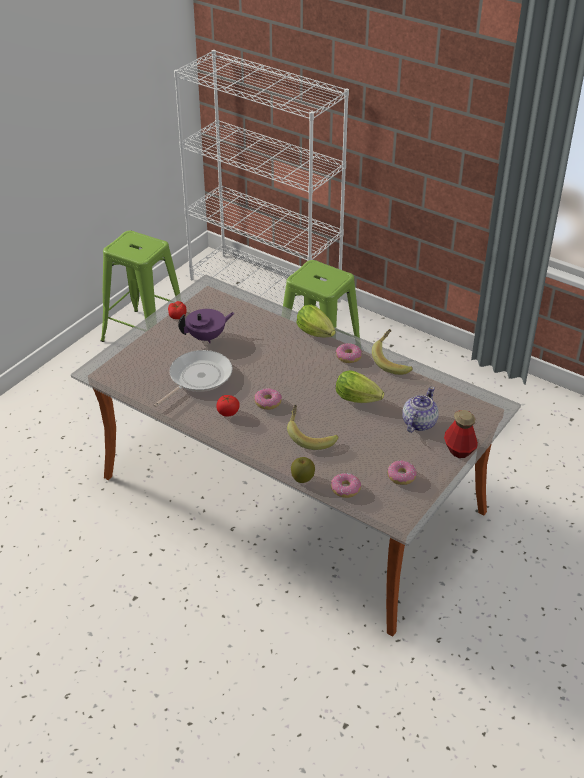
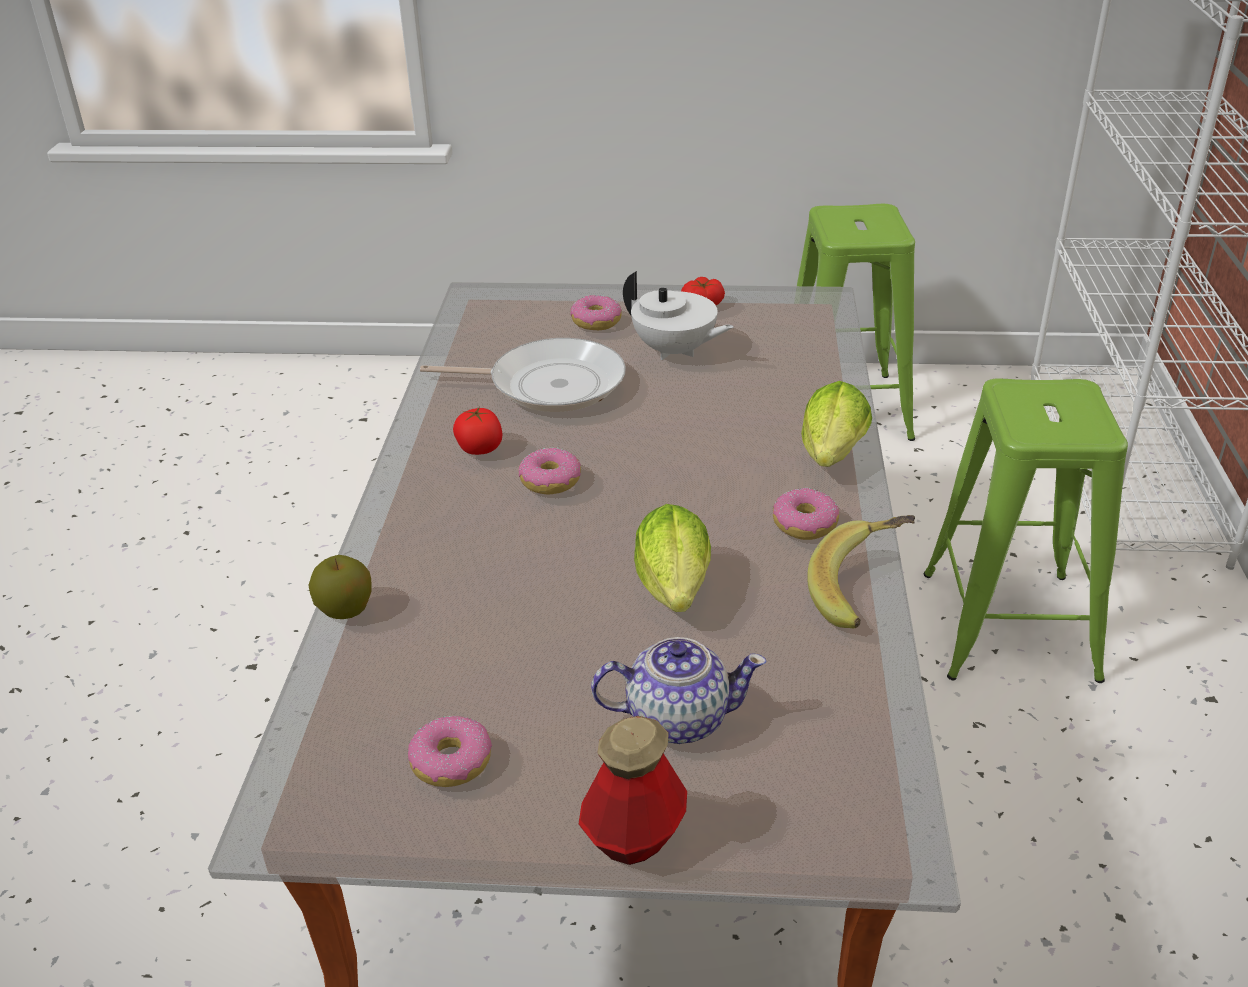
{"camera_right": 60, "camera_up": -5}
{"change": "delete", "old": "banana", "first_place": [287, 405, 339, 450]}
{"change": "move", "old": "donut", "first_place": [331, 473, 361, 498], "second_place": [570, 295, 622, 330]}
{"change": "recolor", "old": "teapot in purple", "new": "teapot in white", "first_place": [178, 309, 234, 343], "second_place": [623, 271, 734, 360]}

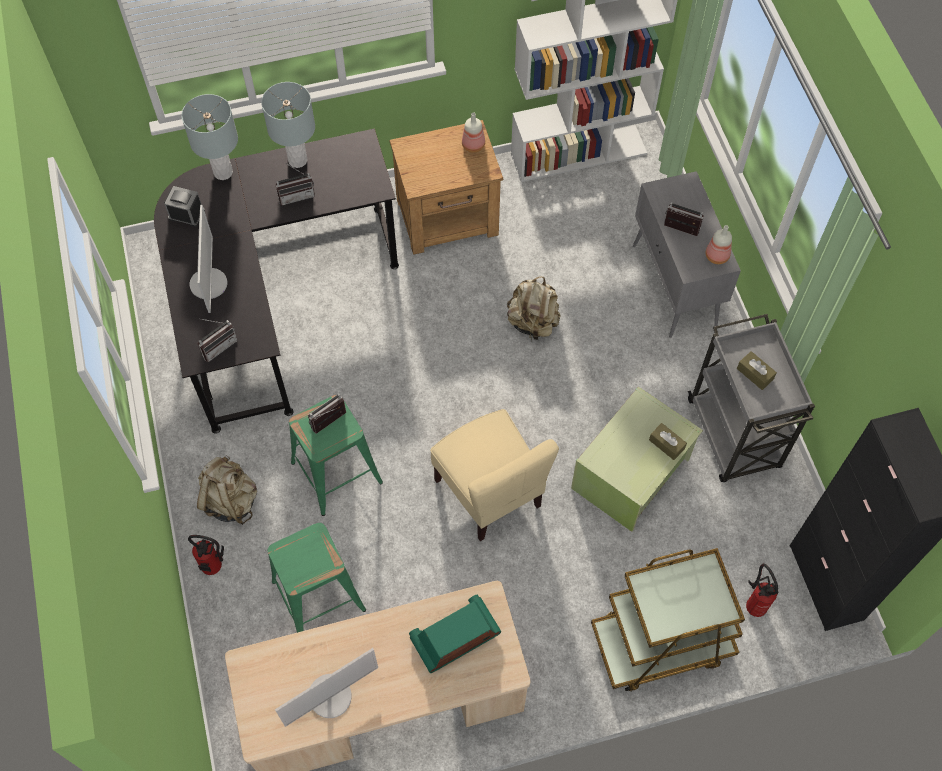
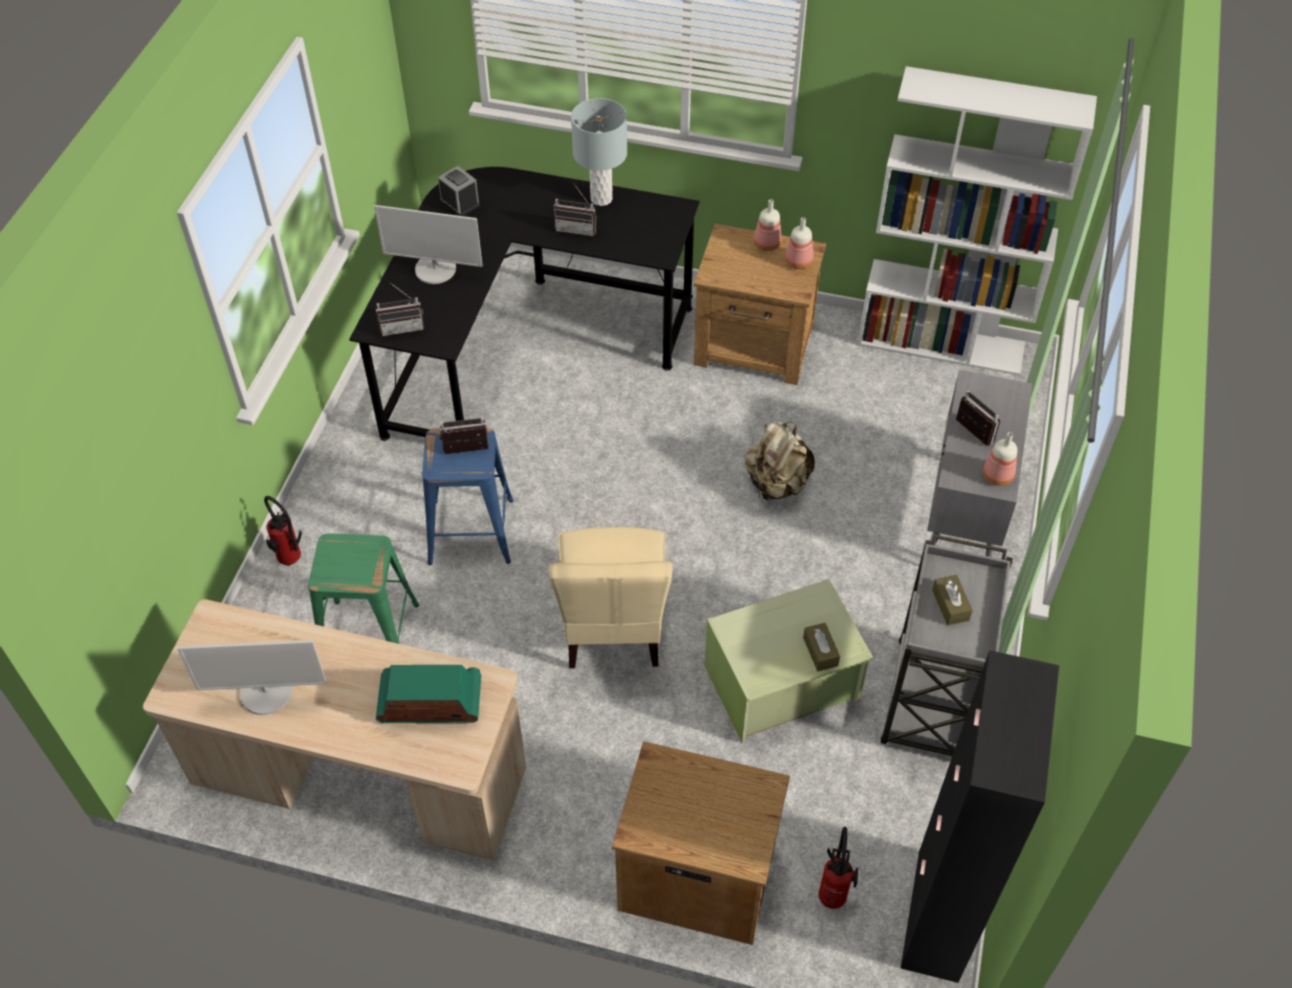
{"camera_right": 30, "camera_up": -10}
{"change": "delete", "old": "table lamp in grey", "first_place": [181, 94, 238, 180]}
{"change": "delete", "old": "backpack in beige", "first_place": [197, 455, 257, 525]}
{"change": "insert", "new": "bottle", "second_place": [754, 199, 782, 251]}
{"change": "replace", "old": "cart in brown", "new": "nightstand in brown", "first_place": [591, 548, 745, 692], "second_place": [612, 741, 790, 945]}
{"change": "recolor", "old": "stool in green", "new": "stool in blue", "first_place": [289, 395, 383, 516], "second_place": [422, 428, 513, 565]}
{"change": "rotate", "old": "monitor", "first_place": [190, 205, 227, 313], "second_place": [374, 205, 483, 284], "degrees": 75}

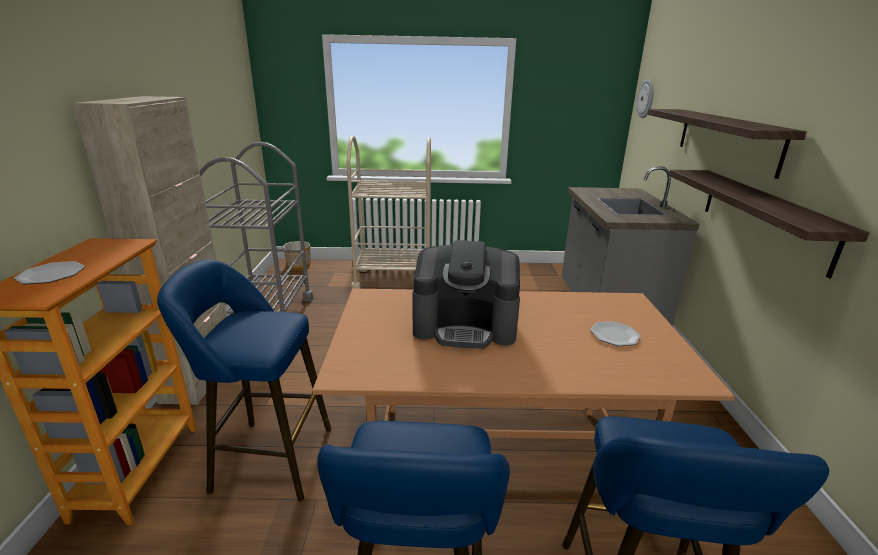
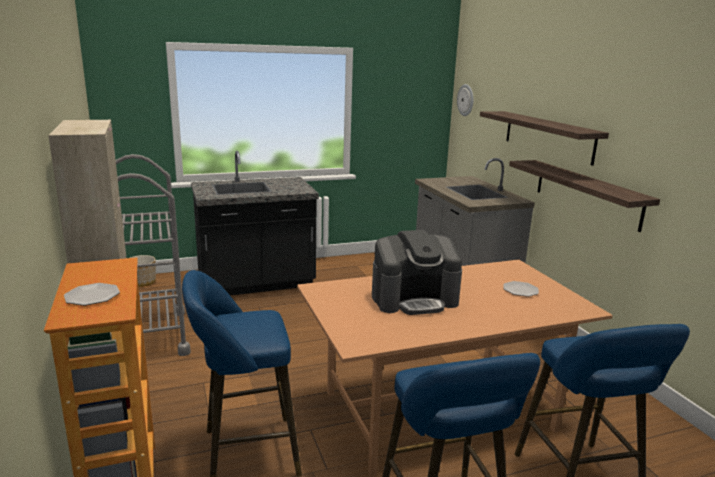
{"camera_right": -20, "camera_up": -5}
{"change": "replace", "old": "cart in beige", "new": "counter in black", "first_place": [346, 136, 431, 291], "second_place": [191, 151, 319, 296]}

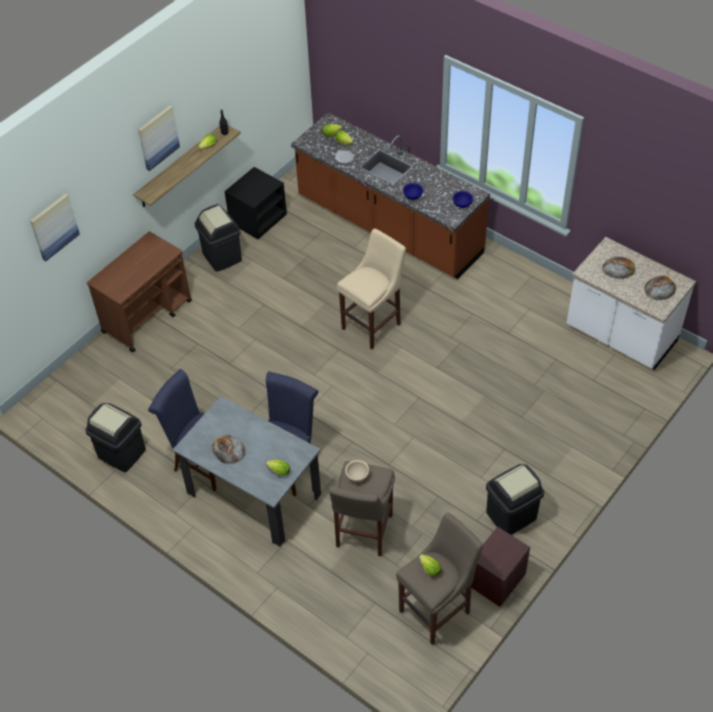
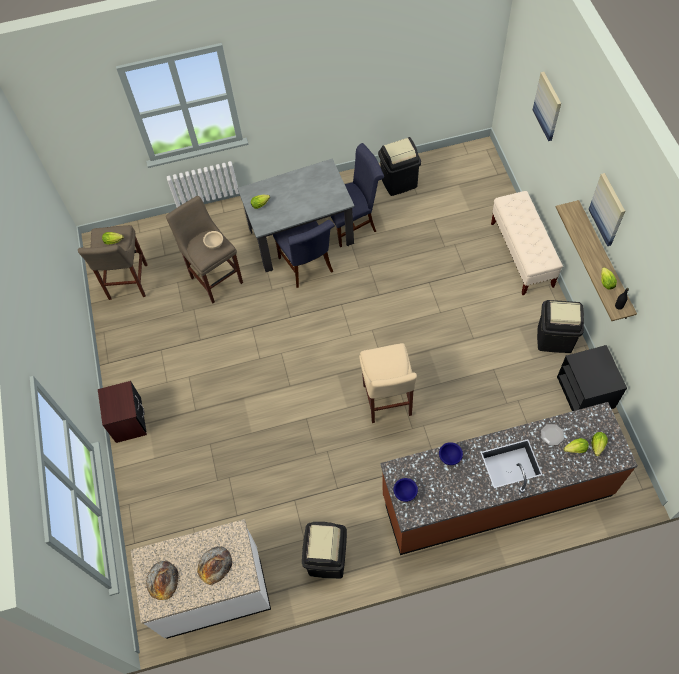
{"camera_right": 130, "camera_up": 10}
{"change": "delete", "old": "bread", "first_place": [212, 435, 245, 464]}
{"change": "move", "old": "nightstand in brown", "first_place": [471, 527, 530, 607], "second_place": [98, 381, 147, 443]}
{"change": "move", "old": "trash can in black", "first_place": [486, 464, 544, 535], "second_place": [302, 522, 347, 579]}
{"change": "replace", "old": "cart in brown", "new": "bench in beige", "first_place": [87, 231, 192, 352], "second_place": [491, 191, 563, 295]}

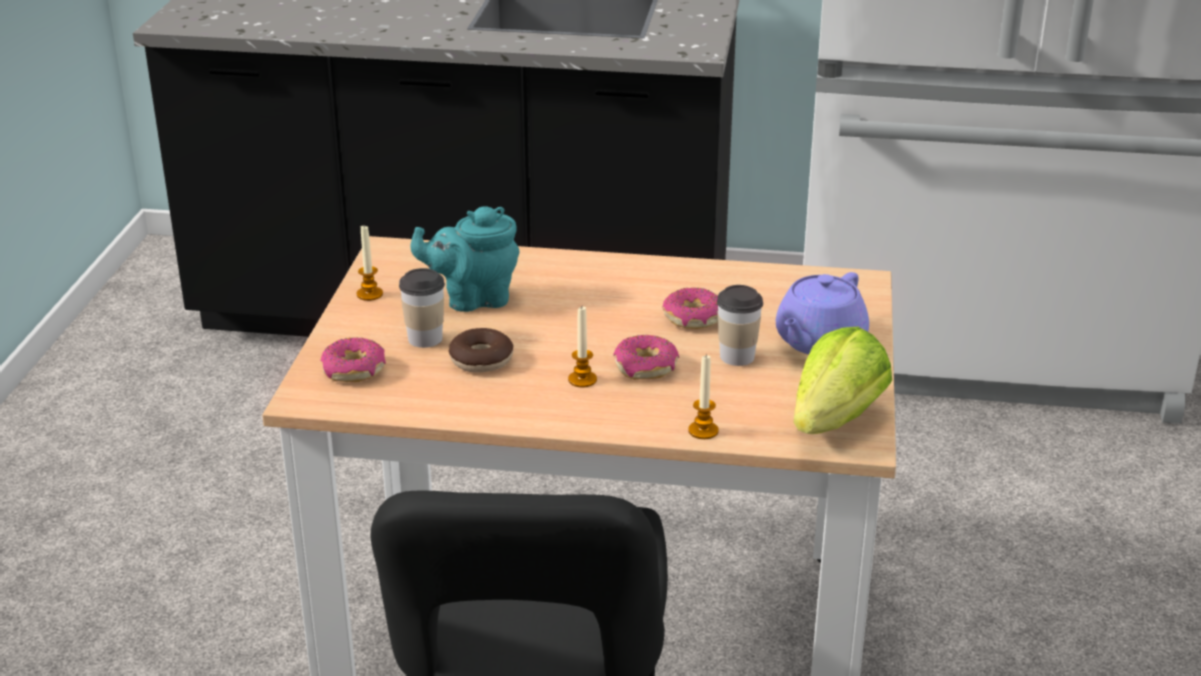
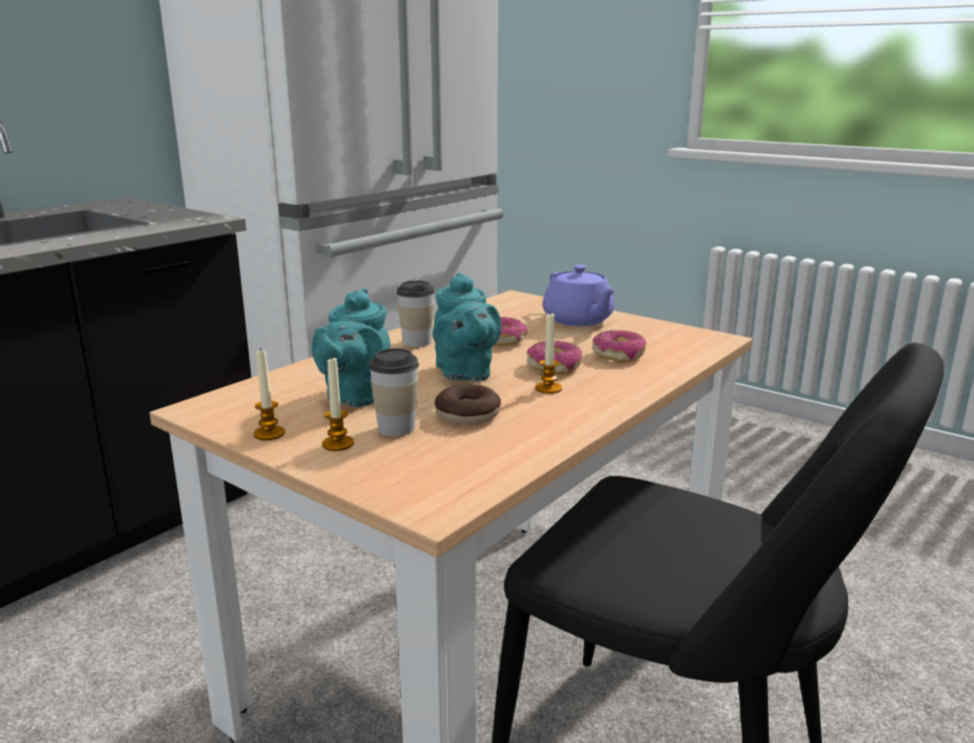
{"camera_right": -60, "camera_up": -10}
{"change": "delete", "old": "lettuce", "first_place": [793, 327, 892, 434]}
{"change": "insert", "new": "teapot in turquoise", "second_place": [432, 272, 502, 381]}
{"change": "move", "old": "donut", "first_place": [320, 337, 386, 382], "second_place": [593, 330, 647, 363]}
{"change": "move", "old": "candle", "first_place": [688, 354, 719, 439], "second_place": [322, 358, 354, 451]}
{"change": "move", "old": "cup", "first_place": [717, 285, 763, 366], "second_place": [397, 281, 435, 347]}

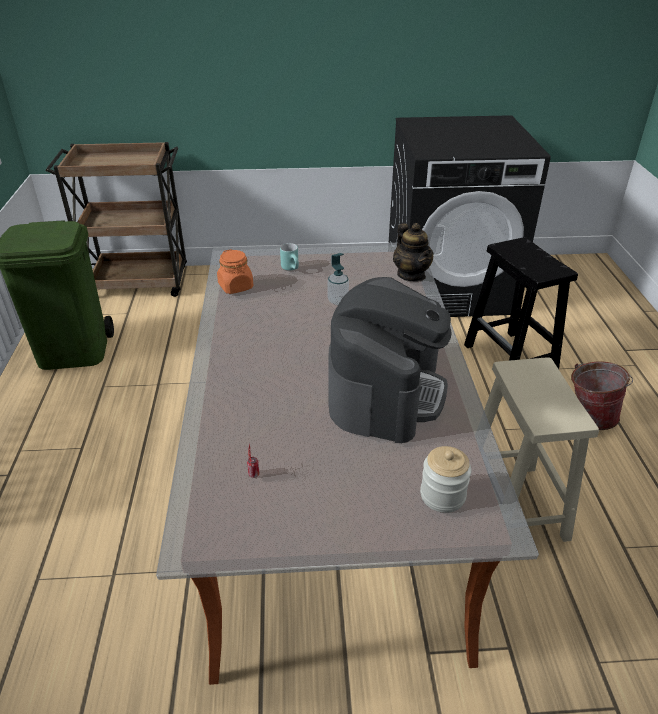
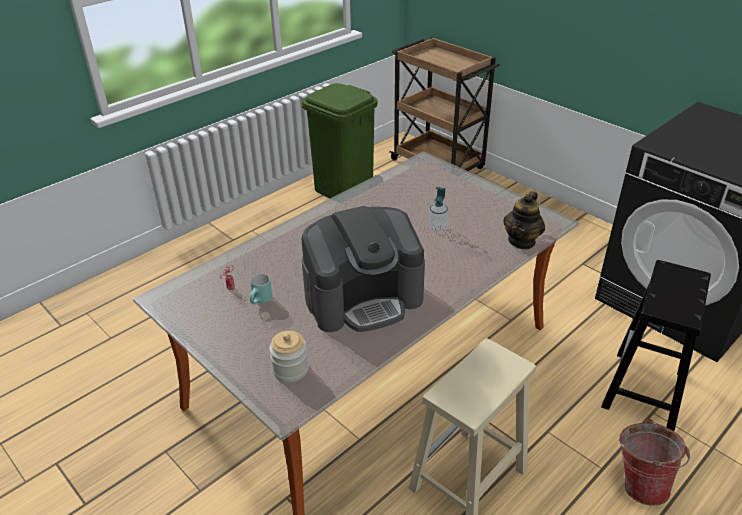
{"camera_right": 50, "camera_up": 0}
{"change": "delete", "old": "jar in orange", "first_place": [217, 249, 253, 294]}
{"change": "move", "old": "mug in turquoise", "first_place": [280, 243, 299, 271], "second_place": [250, 274, 272, 304]}

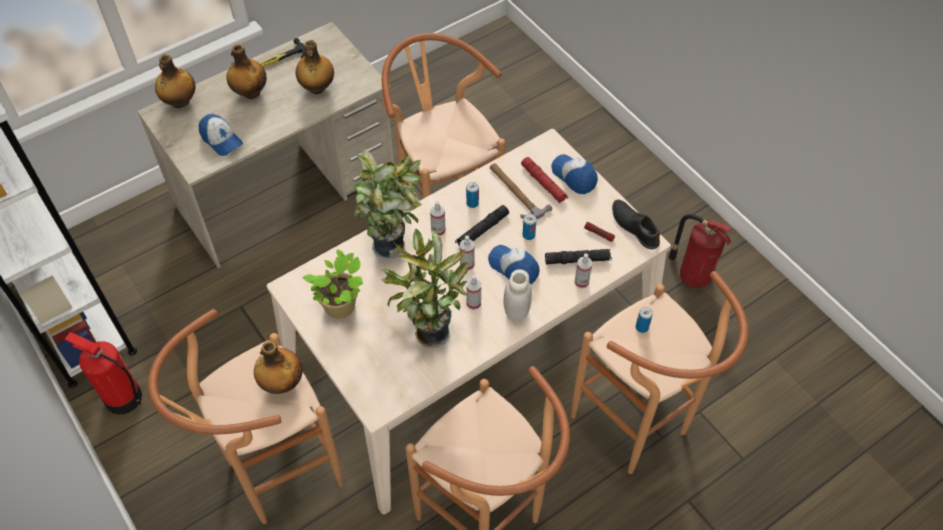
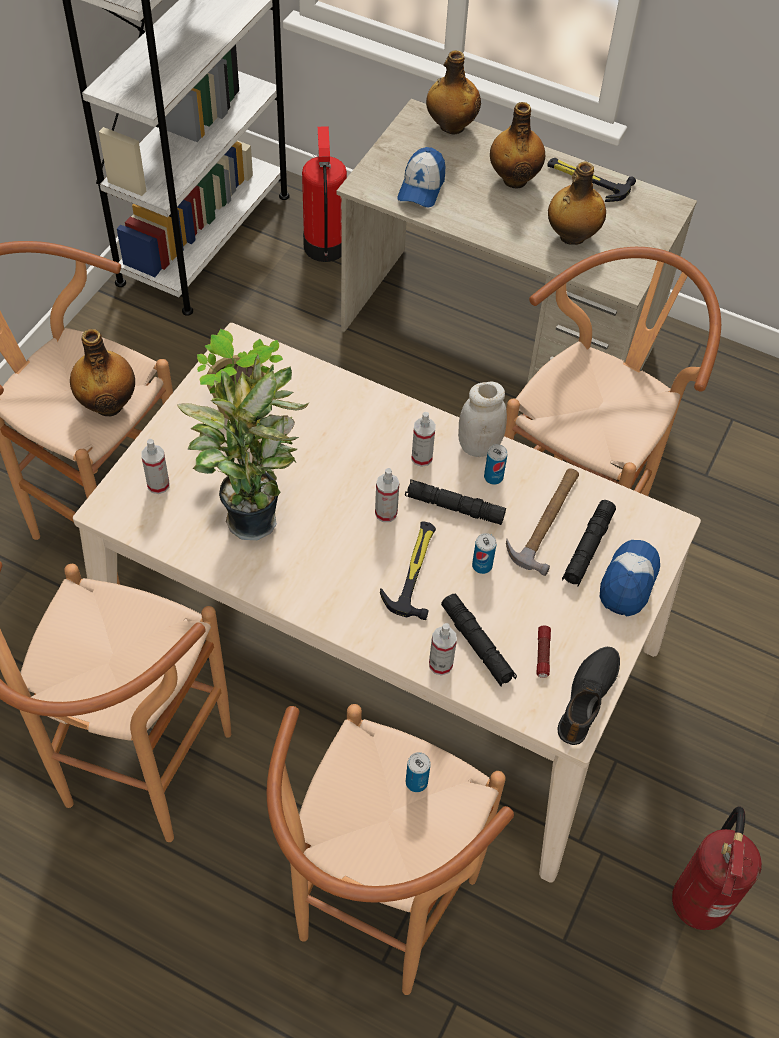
{"camera_right": 60, "camera_up": 0}
{"change": "delete", "old": "potted plant", "first_place": [353, 150, 423, 260]}
{"change": "move", "old": "fire extinguisher", "first_place": [65, 332, 142, 414], "second_place": [302, 127, 347, 262]}
{"change": "move", "old": "spray bottle", "first_place": [466, 275, 481, 310], "second_place": [141, 439, 169, 494]}
{"change": "move", "old": "jar in white", "first_place": [504, 269, 532, 321], "second_place": [458, 381, 507, 457]}
{"change": "replace", "old": "cap", "new": "hammer", "first_place": [488, 245, 539, 285], "second_place": [380, 521, 436, 620]}
{"change": "recolor", "old": "flashlight in red", "new": "flashlight in black", "first_place": [521, 157, 568, 203], "second_place": [562, 500, 616, 587]}

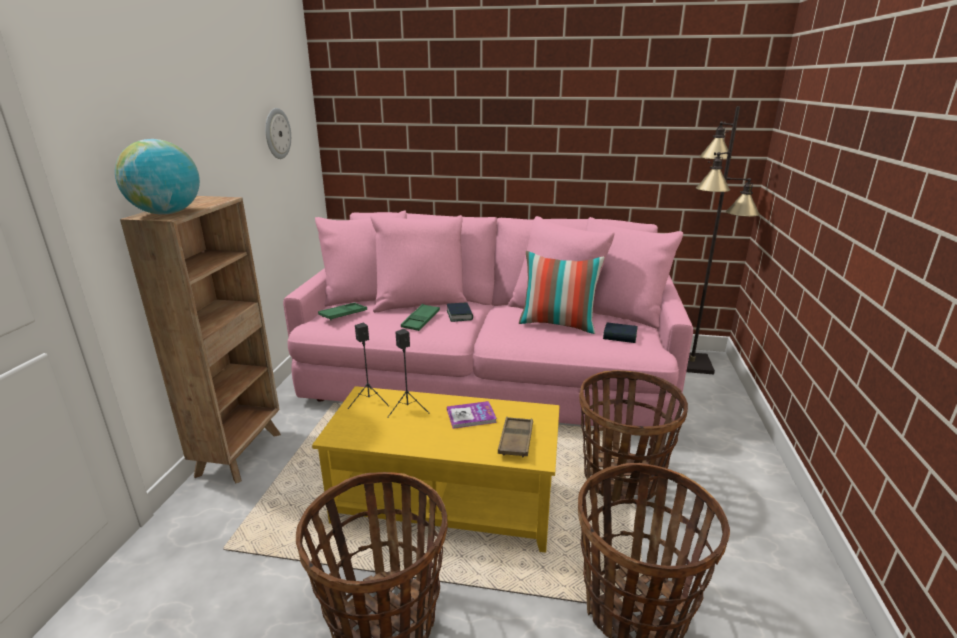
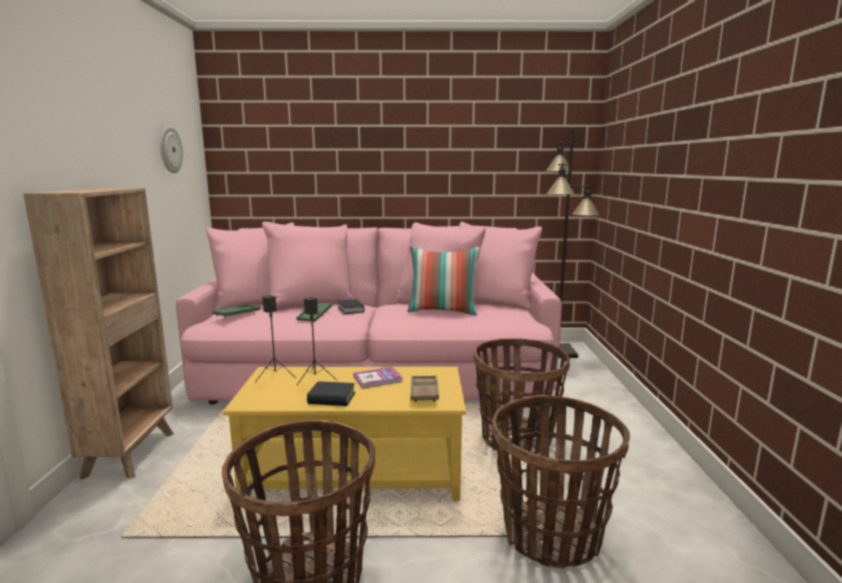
{"camera_right": -10, "camera_up": -10}
{"change": "delete", "old": "globe", "first_place": [115, 139, 200, 215]}
{"change": "move", "old": "book", "first_place": [603, 323, 637, 343], "second_place": [307, 381, 355, 406]}

